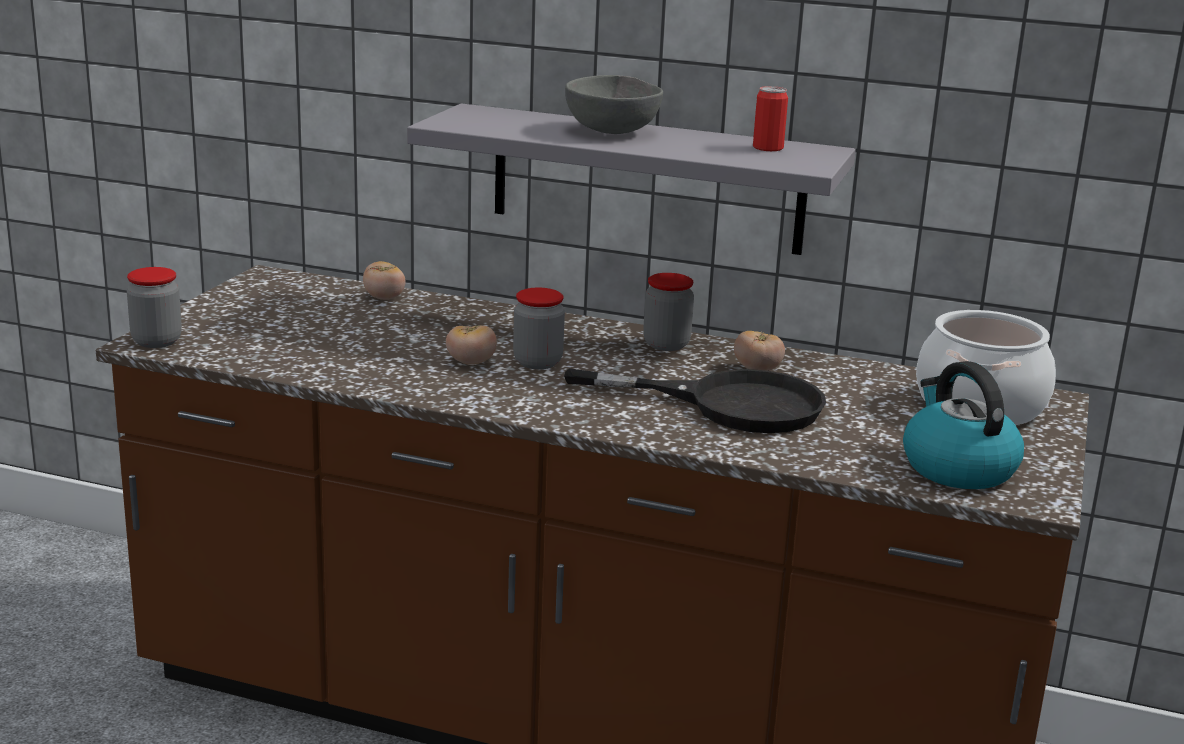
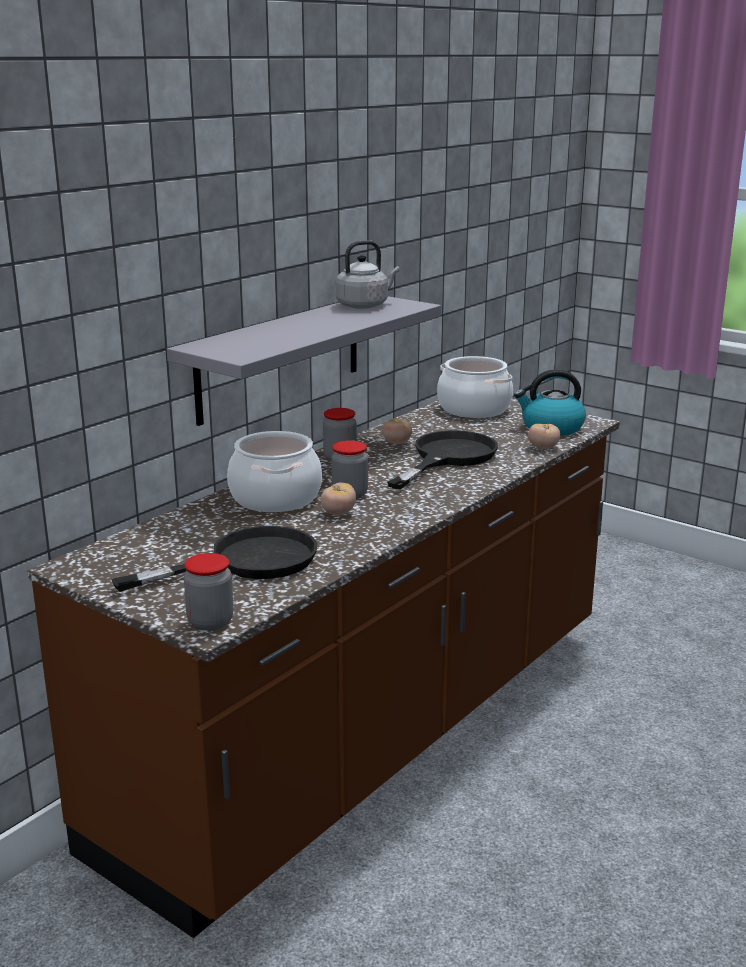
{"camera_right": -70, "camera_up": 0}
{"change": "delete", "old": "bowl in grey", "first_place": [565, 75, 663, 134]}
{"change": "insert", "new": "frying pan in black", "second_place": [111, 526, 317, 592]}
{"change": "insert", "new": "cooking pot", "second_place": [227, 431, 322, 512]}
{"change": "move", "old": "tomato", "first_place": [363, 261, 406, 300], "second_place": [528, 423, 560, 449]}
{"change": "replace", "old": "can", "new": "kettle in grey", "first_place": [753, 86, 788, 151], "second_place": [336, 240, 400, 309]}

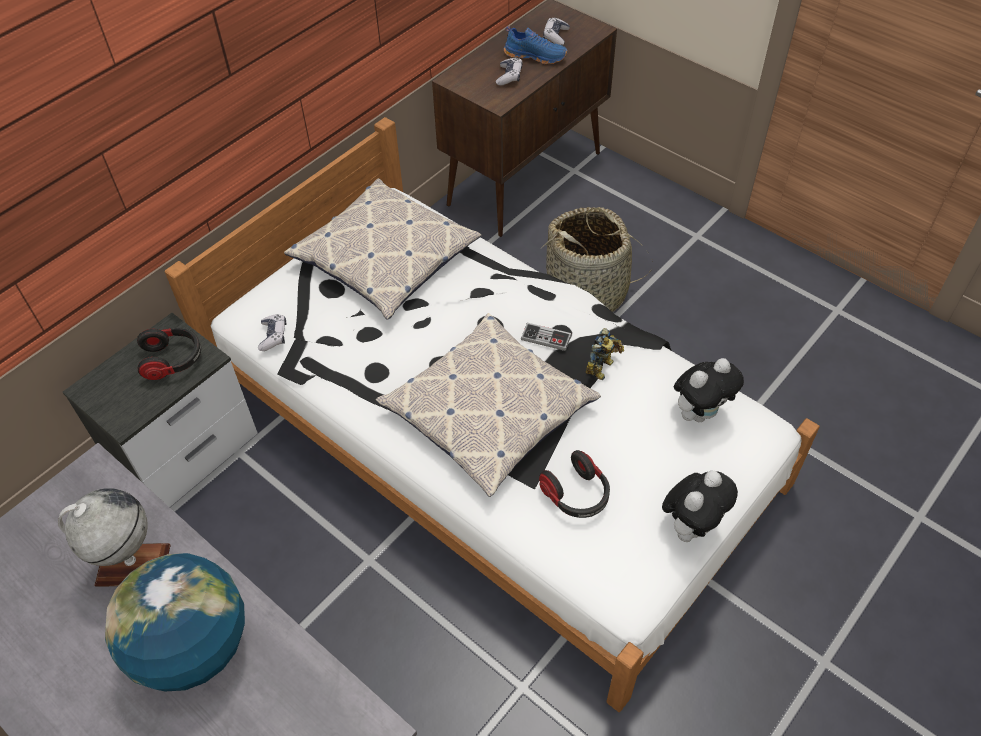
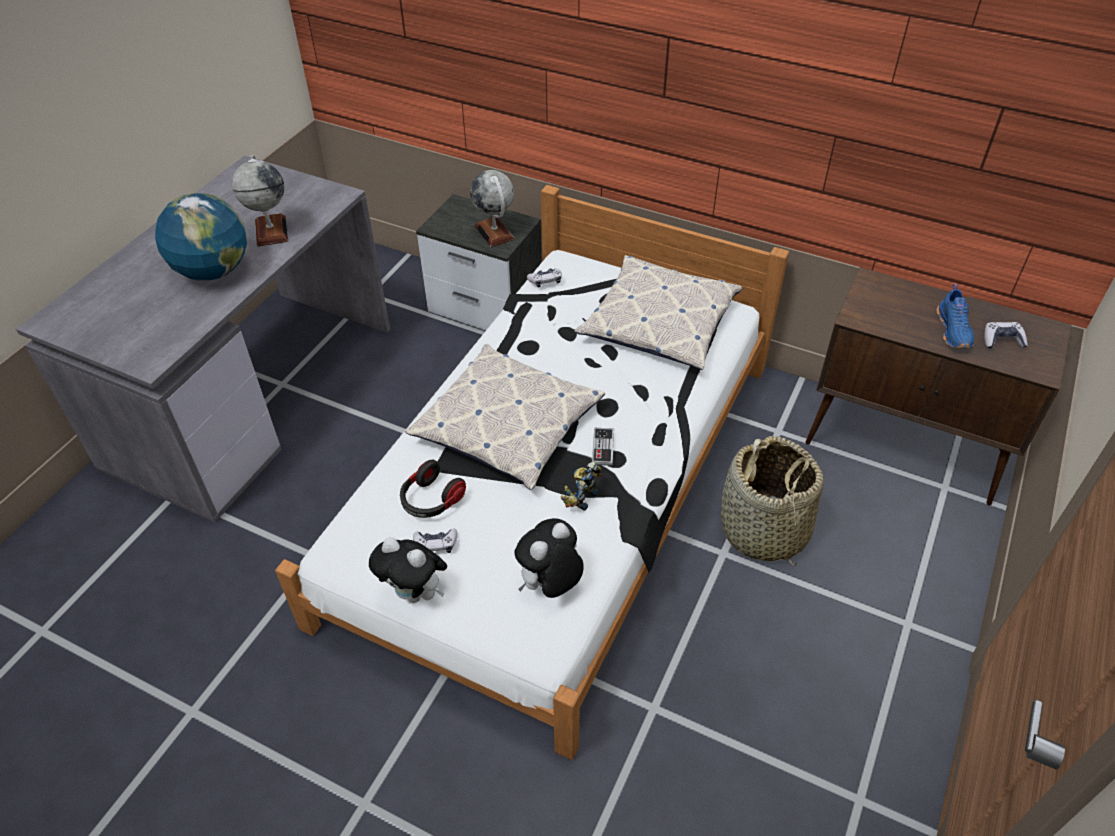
{"camera_right": 75, "camera_up": -5}
{"change": "move", "old": "game controller", "first_place": [496, 57, 523, 86], "second_place": [413, 528, 457, 553]}
{"change": "replace", "old": "headphones", "new": "globe", "first_place": [137, 328, 201, 380], "second_place": [470, 170, 515, 247]}
{"change": "rotate", "old": "toy robot", "first_place": [585, 328, 624, 381], "second_place": [561, 461, 602, 510], "degrees": 105}
{"change": "rotate", "old": "plush toy", "first_place": [674, 358, 744, 422], "second_place": [514, 518, 584, 598], "degrees": 90}

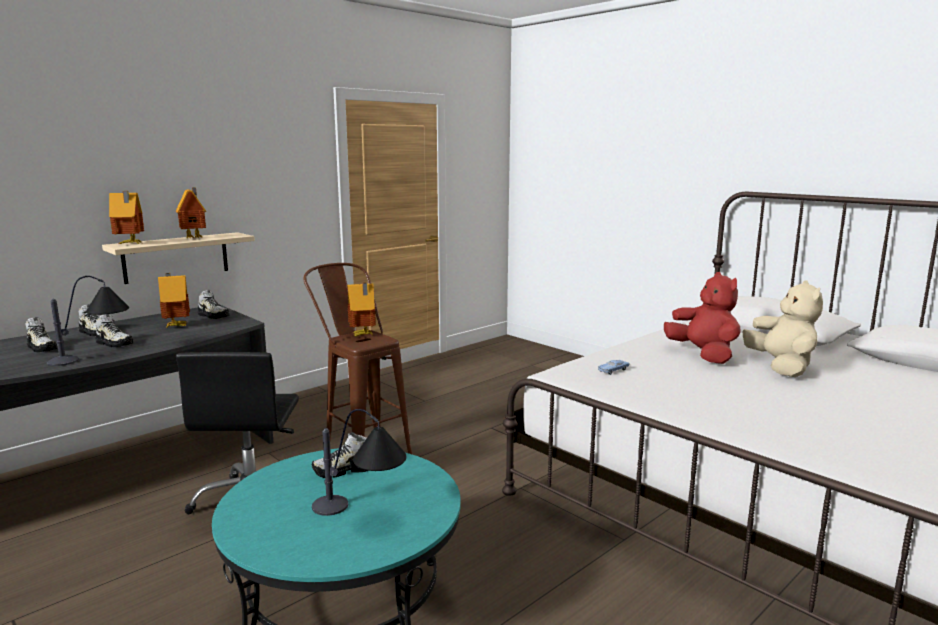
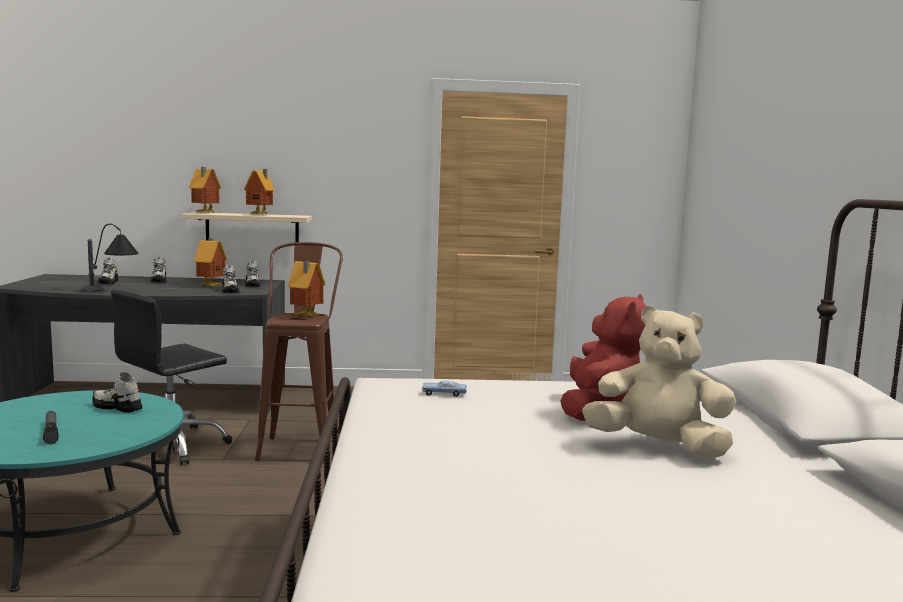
{"camera_right": 40, "camera_up": -5}
{"change": "move", "old": "shoe", "first_place": [95, 314, 134, 347], "second_place": [223, 265, 239, 293]}
{"change": "replace", "old": "table lamp", "new": "flashlight", "first_place": [312, 409, 406, 516], "second_place": [43, 411, 59, 444]}
{"change": "rotate", "old": "plush toy in beige", "first_place": [743, 280, 823, 377], "second_place": [582, 306, 736, 459], "degrees": -105}

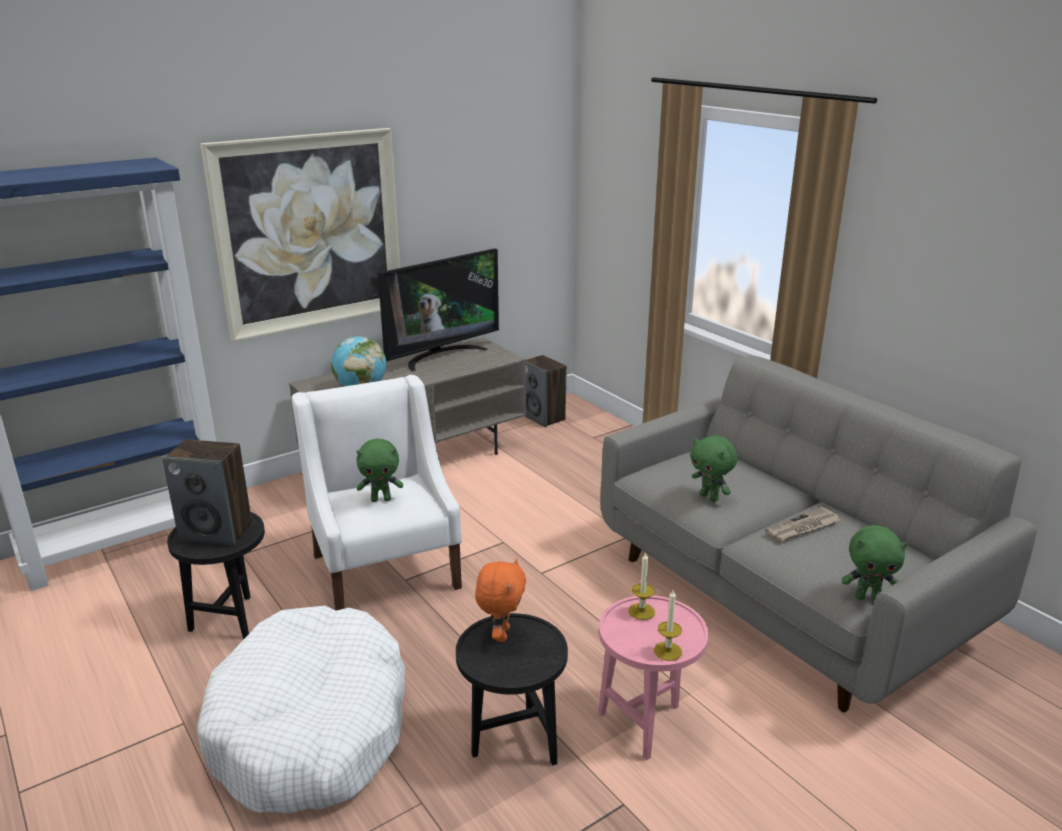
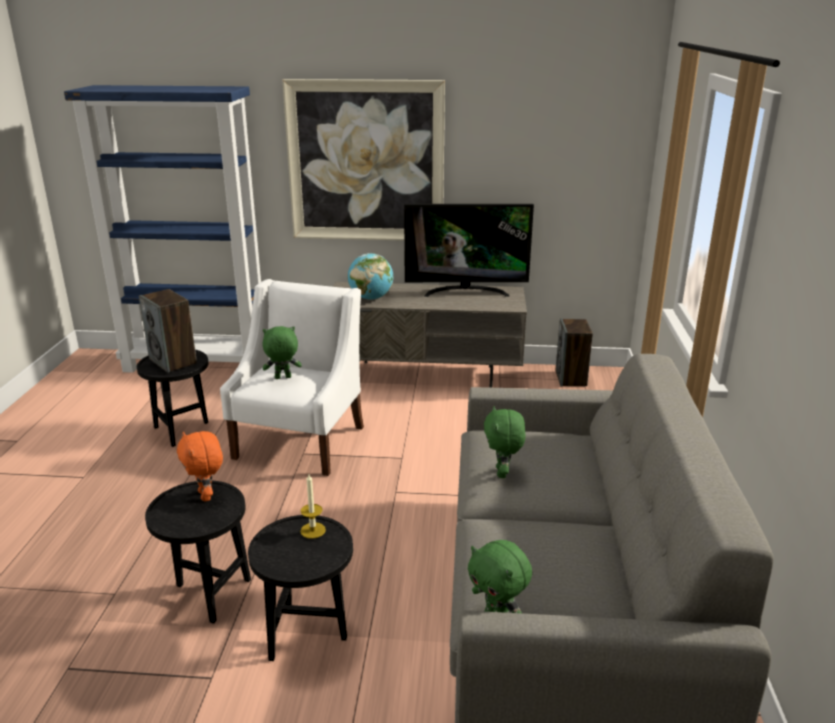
{"camera_right": 40, "camera_up": 0}
{"change": "delete", "old": "dog bed in white", "first_place": [197, 606, 405, 814]}
{"change": "delete", "old": "candle", "first_place": [654, 590, 682, 661]}
{"change": "delete", "old": "newspaper", "first_place": [765, 507, 840, 542]}
{"change": "recolor", "old": "side table in pink", "new": "side table in black", "first_place": [598, 595, 708, 760], "second_place": [248, 515, 353, 661]}
{"change": "rotate", "old": "plush toy in green", "first_place": [357, 439, 403, 502], "second_place": [263, 326, 301, 379], "degrees": 135}
{"change": "rotate", "old": "plush toy in orange", "first_place": [475, 558, 526, 642], "second_place": [177, 431, 223, 501], "degrees": 105}

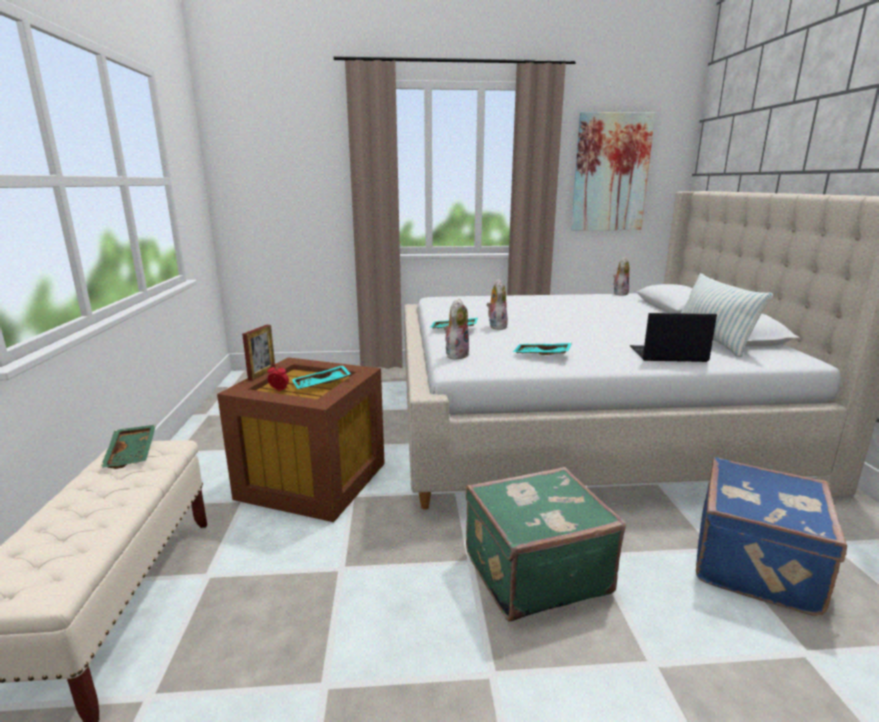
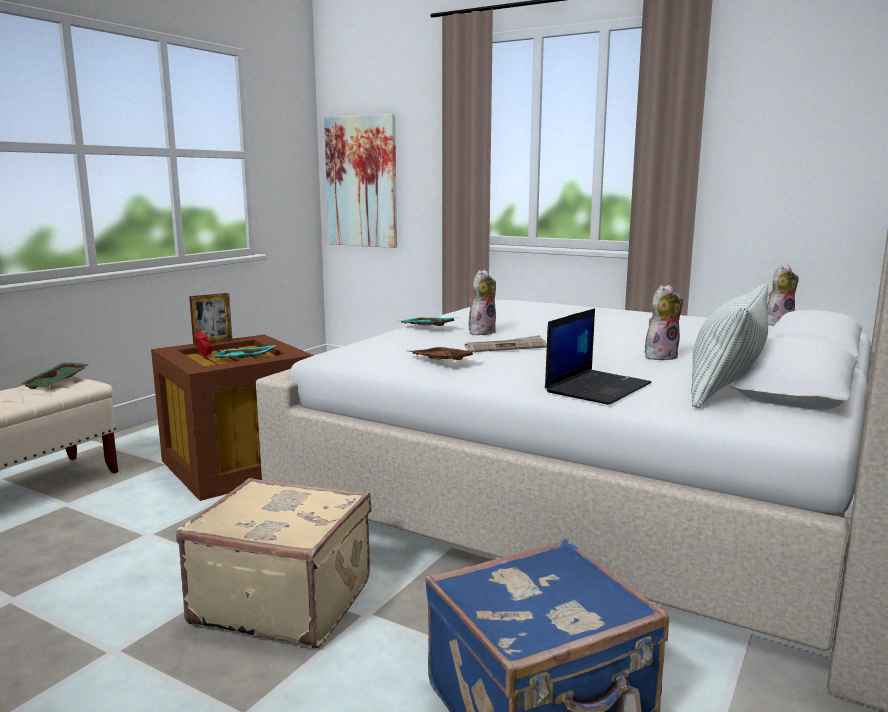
{"camera_right": 35, "camera_up": -5}
{"change": "insert", "new": "newspaper", "second_place": [465, 335, 547, 352]}
{"change": "move", "old": "plush toy", "first_place": [444, 299, 469, 360], "second_place": [645, 285, 683, 360]}
{"change": "move", "old": "picture", "first_place": [571, 112, 655, 230], "second_place": [324, 114, 397, 248]}
{"change": "recolor", "old": "suitcase in green", "new": "suitcase in beige", "first_place": [466, 467, 626, 622], "second_place": [176, 478, 372, 648]}
{"change": "recolor", "old": "tray in turquoise", "new": "tray in brown", "first_place": [513, 343, 572, 355], "second_place": [409, 347, 476, 360]}
{"change": "rotate", "old": "laptop", "first_place": [630, 313, 717, 362], "second_place": [545, 308, 651, 405], "degrees": 90}

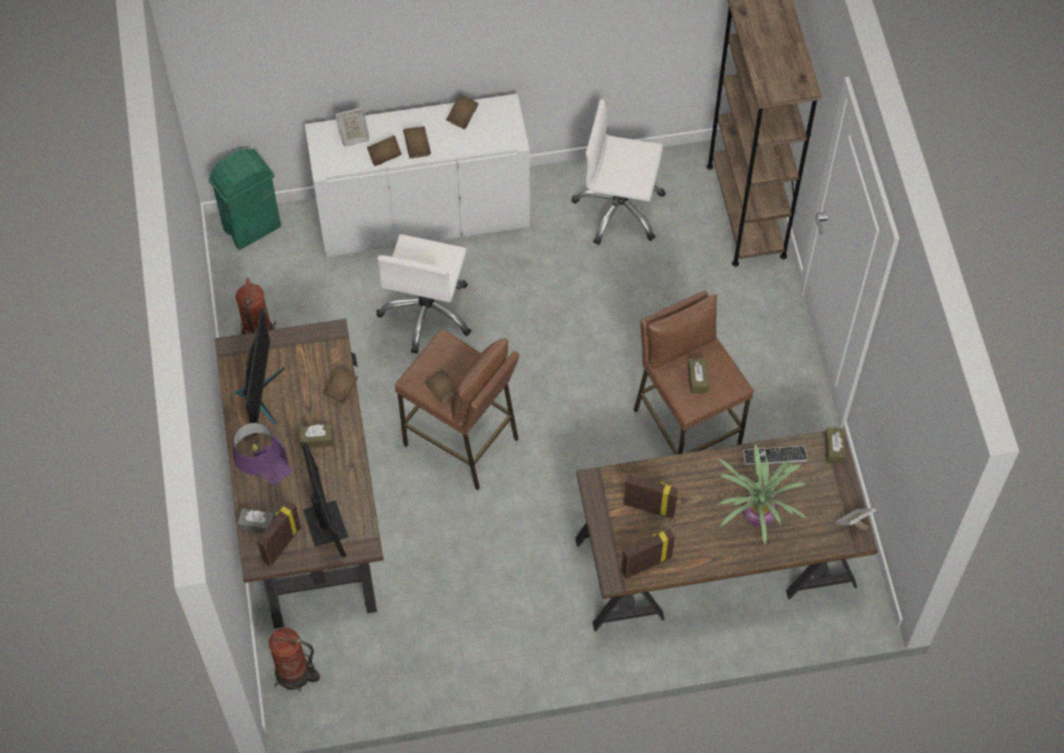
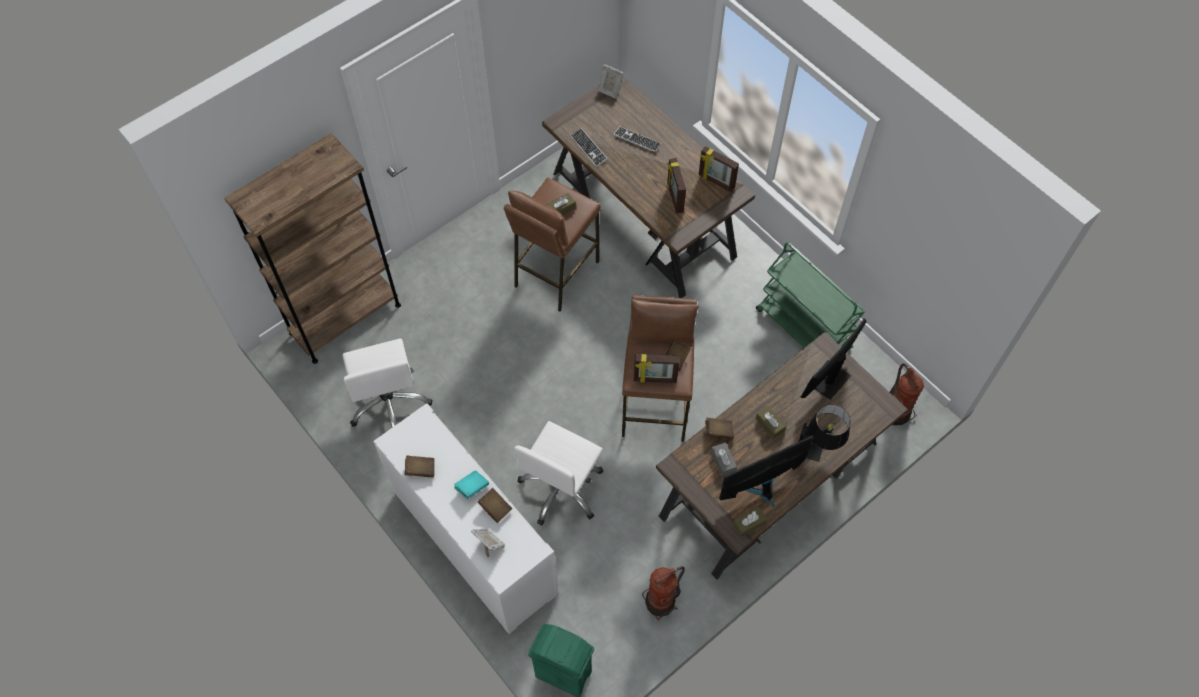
{"camera_right": -120, "camera_up": 0}
{"change": "insert", "new": "cart in green", "second_place": [756, 242, 865, 351]}
{"change": "move", "old": "tissue box in grey", "first_place": [237, 508, 275, 533], "second_place": [711, 442, 737, 477]}
{"change": "move", "old": "picture frame", "first_place": [257, 501, 301, 567], "second_place": [634, 354, 679, 383]}
{"change": "move", "old": "tissue box in brown", "first_place": [825, 428, 846, 463], "second_place": [733, 507, 767, 537]}
{"change": "replace", "old": "potted plant", "new": "keyboard", "first_place": [718, 443, 806, 544], "second_place": [614, 126, 661, 152]}
{"change": "recolor", "old": "table lamp in purple", "new": "table lamp in black", "first_place": [233, 423, 293, 486], "second_place": [799, 405, 850, 462]}
{"change": "recolor", "old": "book in brown", "new": "book in turquoise", "first_place": [403, 126, 431, 158], "second_place": [454, 470, 489, 499]}
{"change": "rotate", "old": "office chair in white", "first_place": [376, 234, 471, 354], "second_place": [514, 421, 603, 525], "degrees": 135}

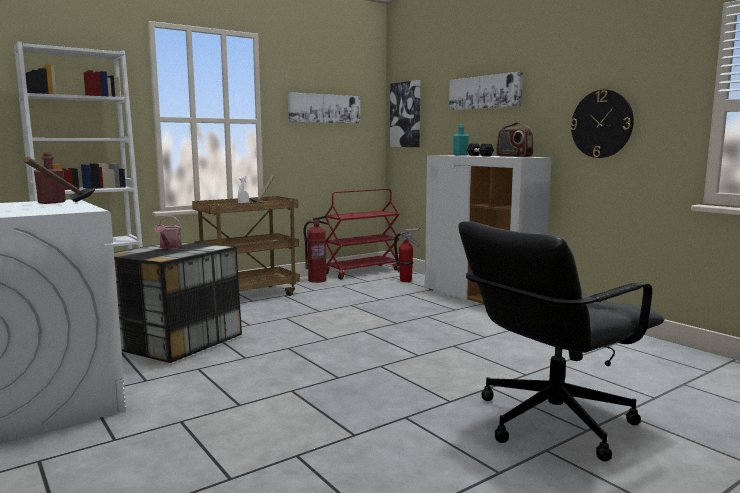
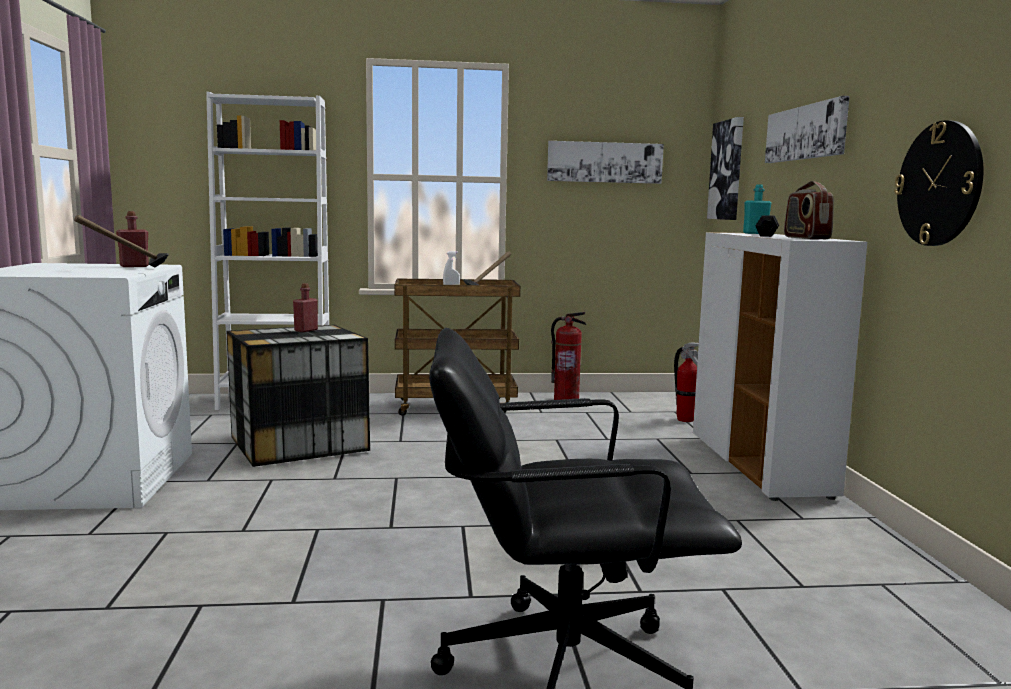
{"camera_right": 30, "camera_up": 0}
{"change": "delete", "old": "cart in red", "first_place": [325, 189, 400, 280]}
{"change": "replace", "old": "watering can", "new": "bottle in red", "first_place": [154, 216, 182, 249], "second_place": [293, 283, 318, 332]}

